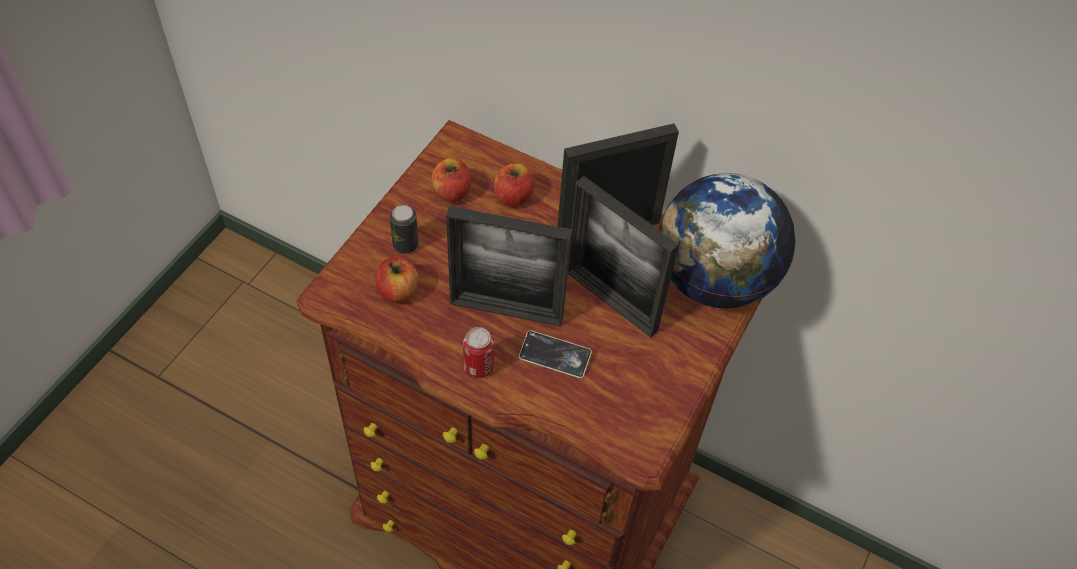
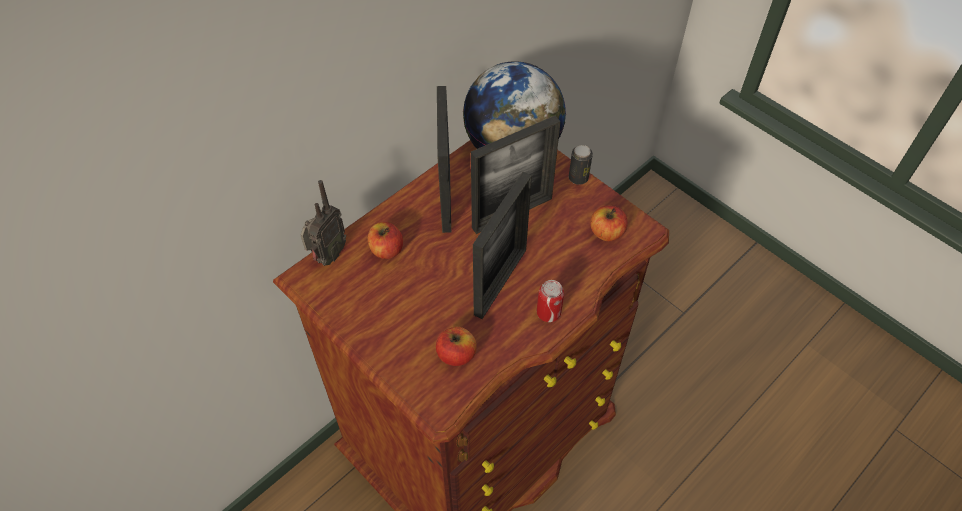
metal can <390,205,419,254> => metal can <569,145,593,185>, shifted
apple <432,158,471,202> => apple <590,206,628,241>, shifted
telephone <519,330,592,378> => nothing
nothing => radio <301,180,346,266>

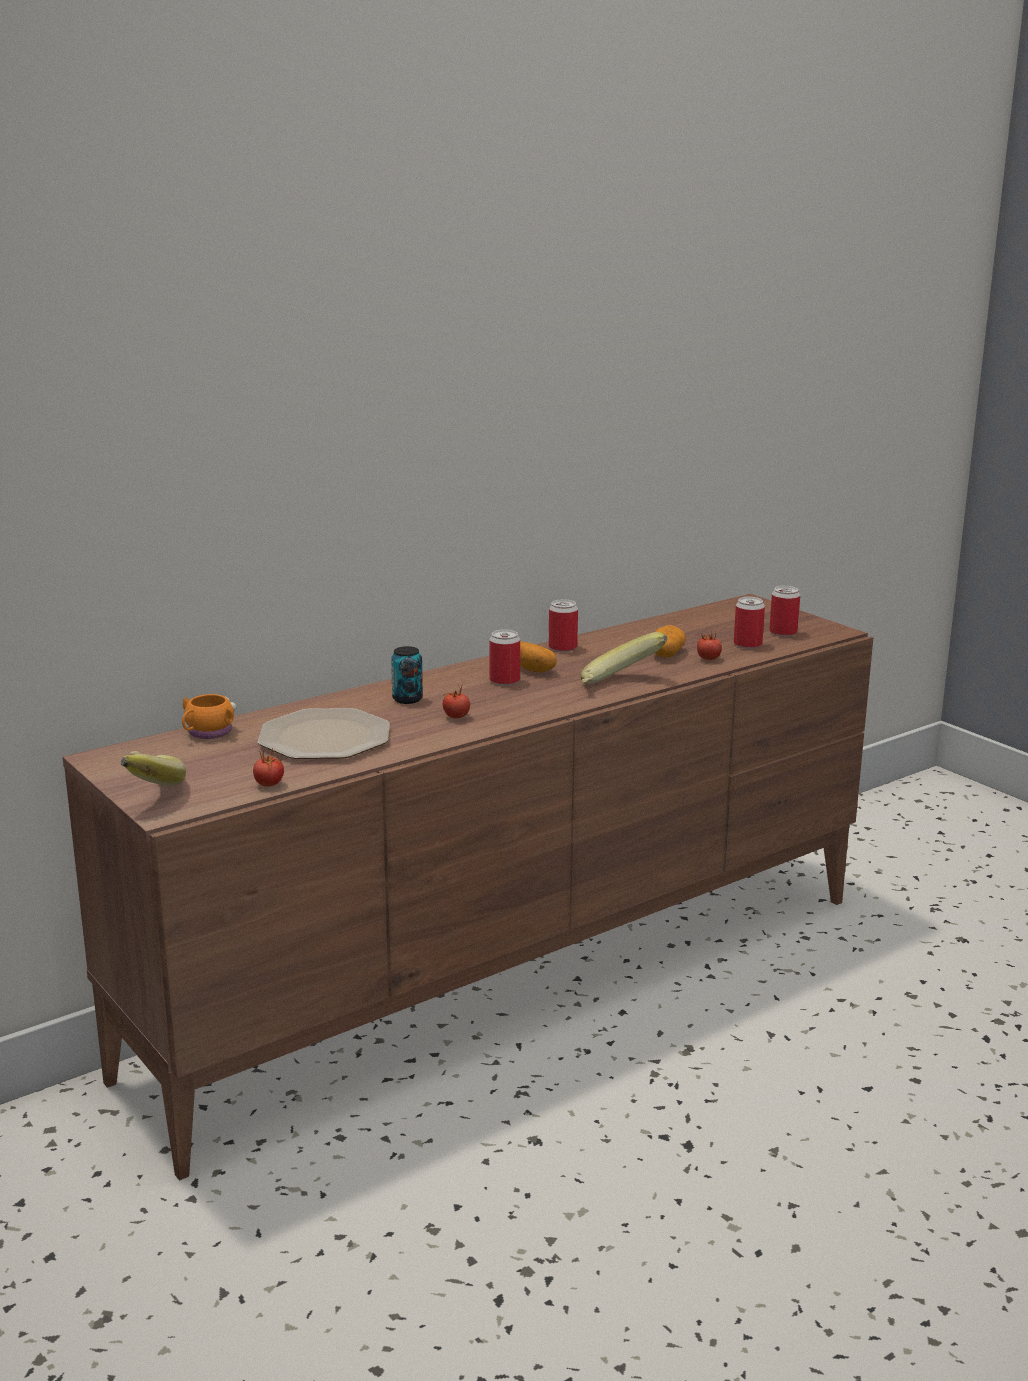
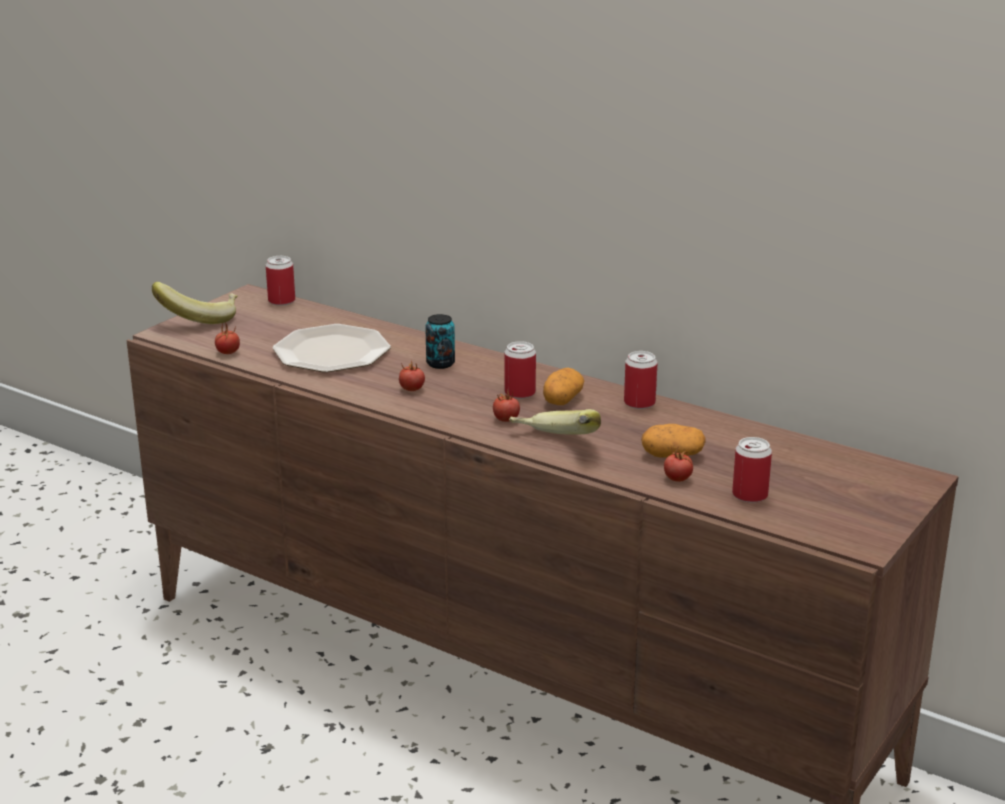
tea mug in orangey <182,694,237,739> => nothing
metal can <769,586,800,637> => metal can <266,256,295,306>, shifted
nothing => fresh tomato <493,389,520,422>

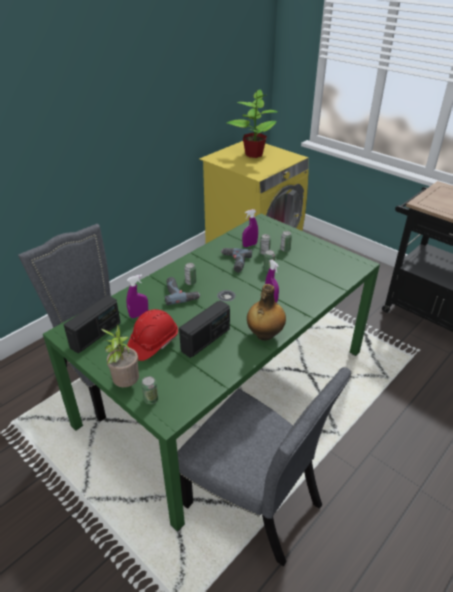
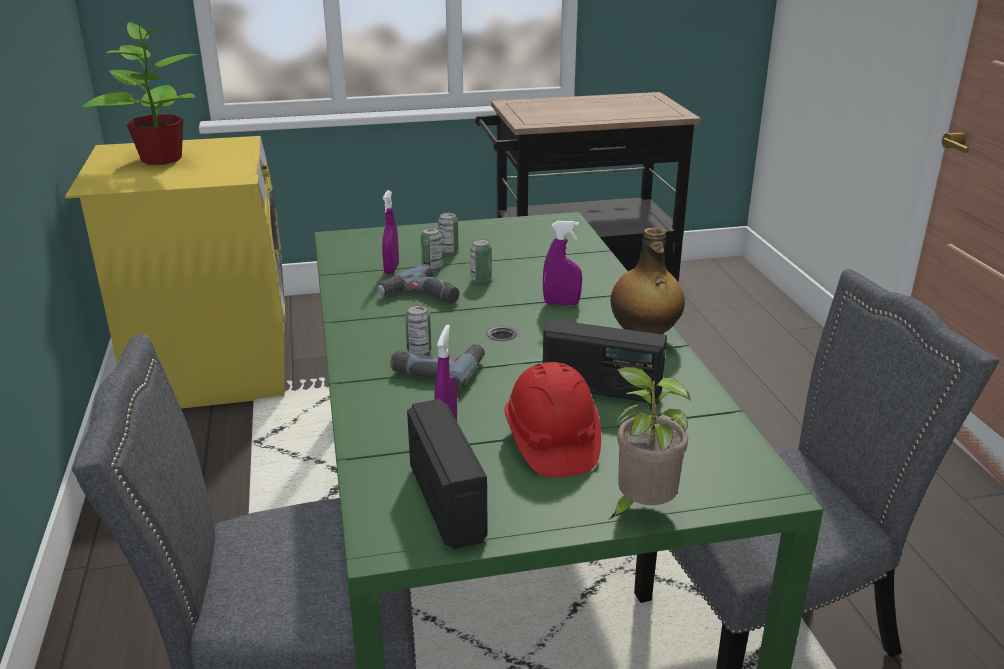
metal can <141,376,158,404> => nothing
radio <179,300,230,358> => radio <543,319,667,404>, 120 degrees clockwise

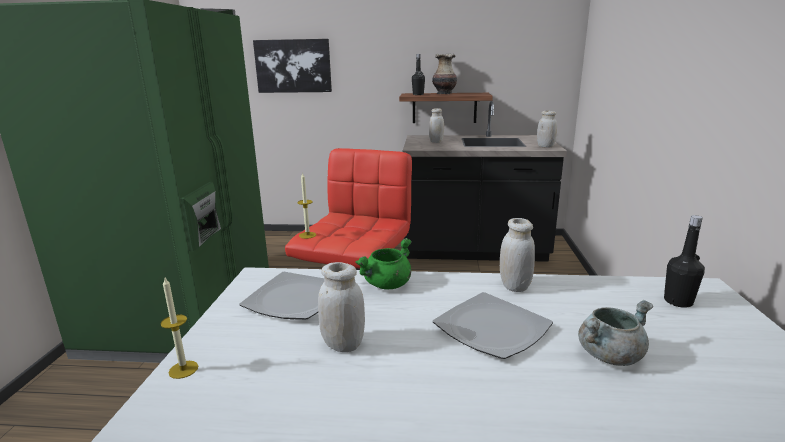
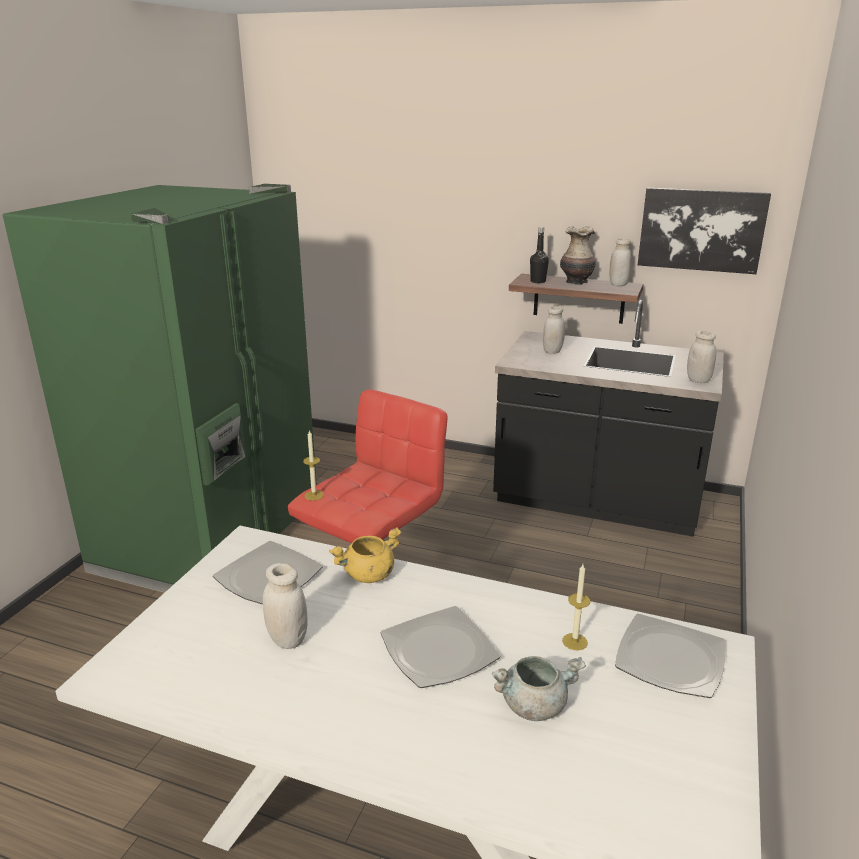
wax candle <160,278,198,379> => wax candle <562,564,590,650>, shifted
wall art <253,39,332,93> => wall art <638,188,771,274>, shifted
saucepot in green <355,238,412,289> => saucepot in yellowish <329,527,401,583>
jar in whitish <500,218,535,292> => jar in whitish <609,238,631,286>, shifted
drink bottle in black <664,215,705,308> => dinner plate <615,614,725,698>

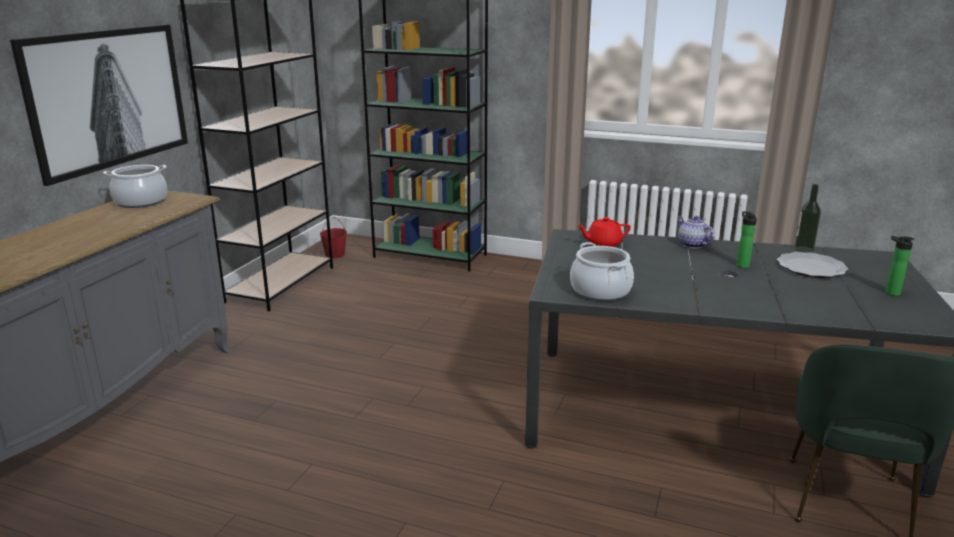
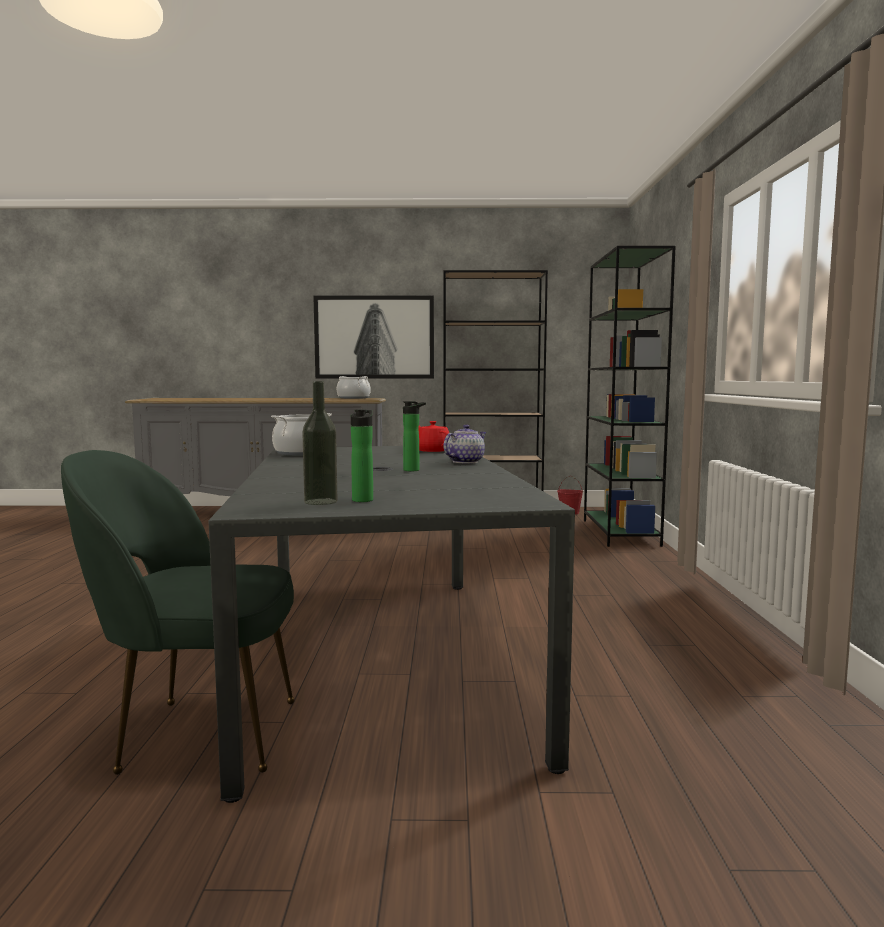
dinner plate <777,252,849,278> => nothing
drink bottle <794,184,821,253> => drink bottle <302,381,337,505>, shifted

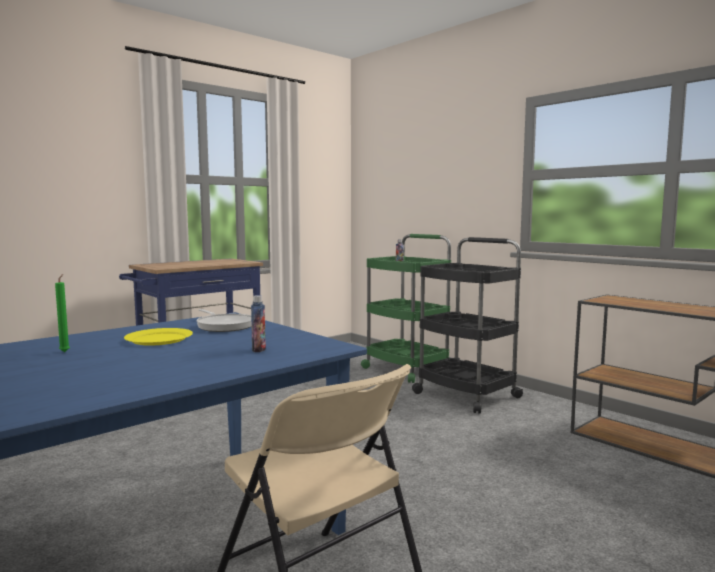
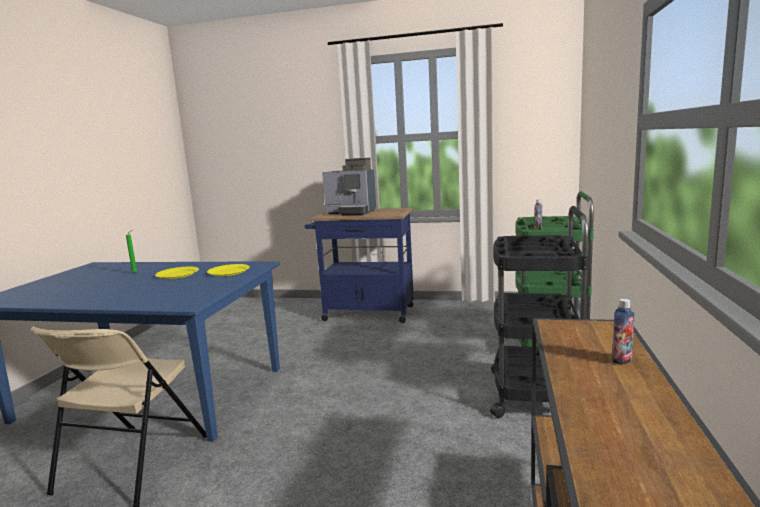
pan <196,309,251,332> => dinner plate in yellowish <207,264,250,276>
drink bottle <251,295,266,352> => drink bottle <612,299,634,364>, shifted
nothing => coffee machine <322,158,376,216>

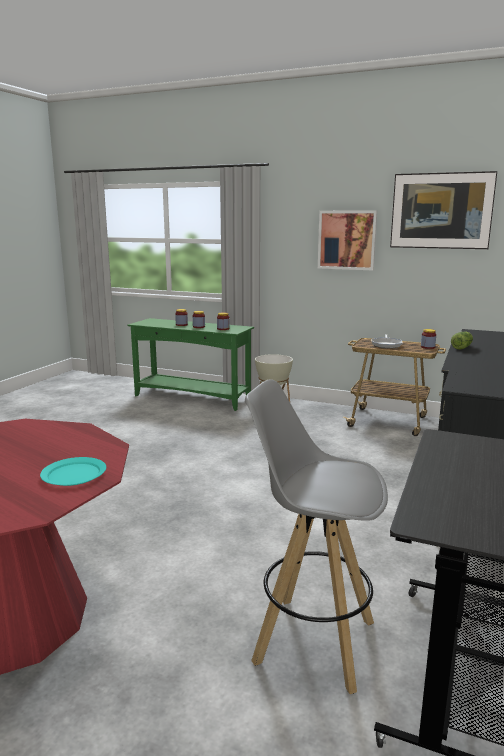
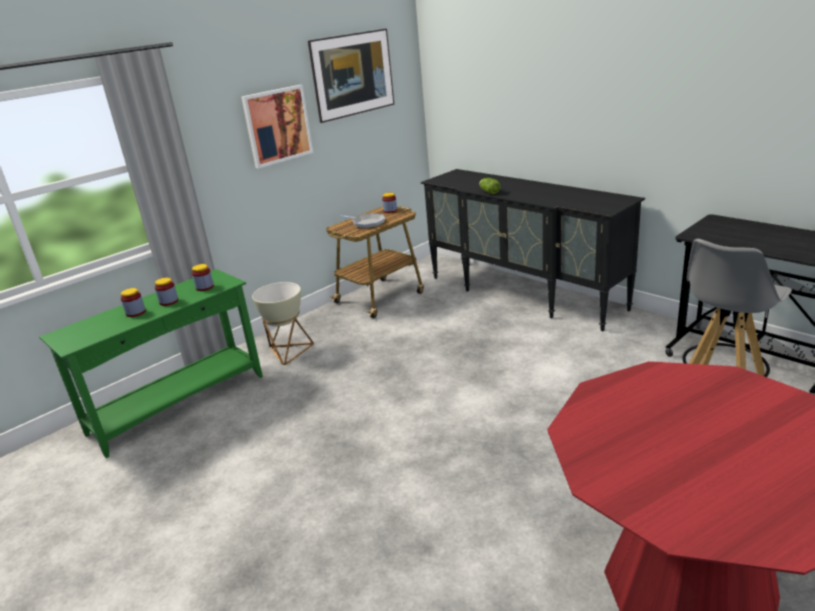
dinner plate in blue-green <40,457,106,486> => nothing

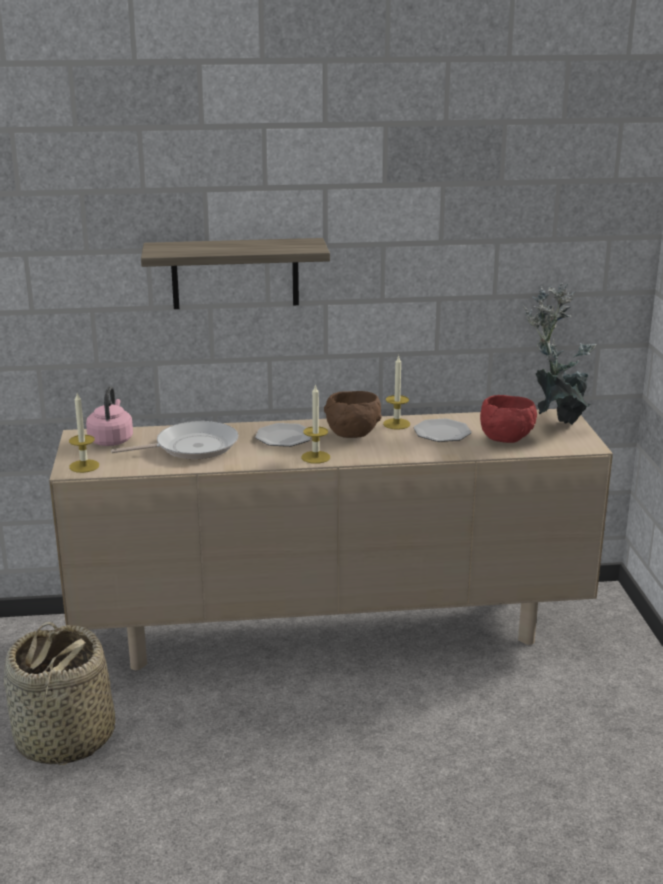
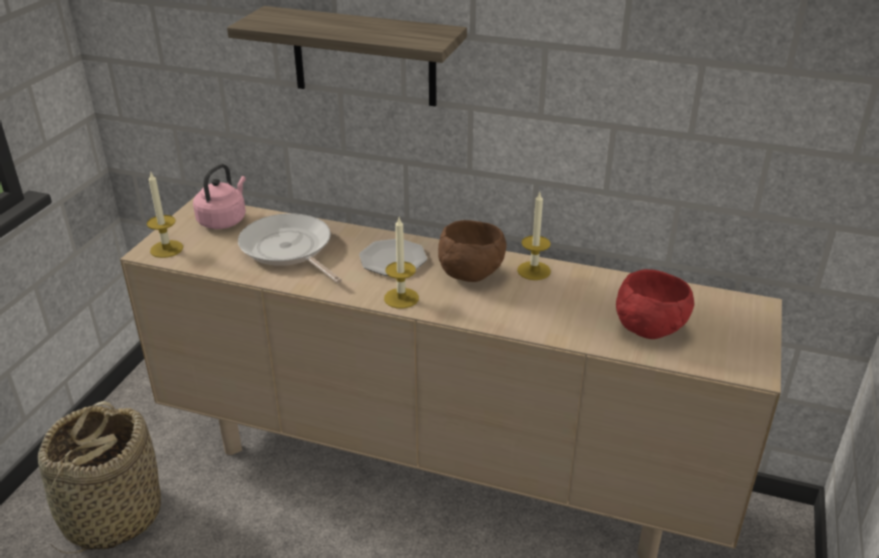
pan <111,421,238,459> => pan <238,213,342,283>, 135 degrees counterclockwise
dinner plate <413,418,471,442> => nothing
houseplant <523,282,597,425> => nothing

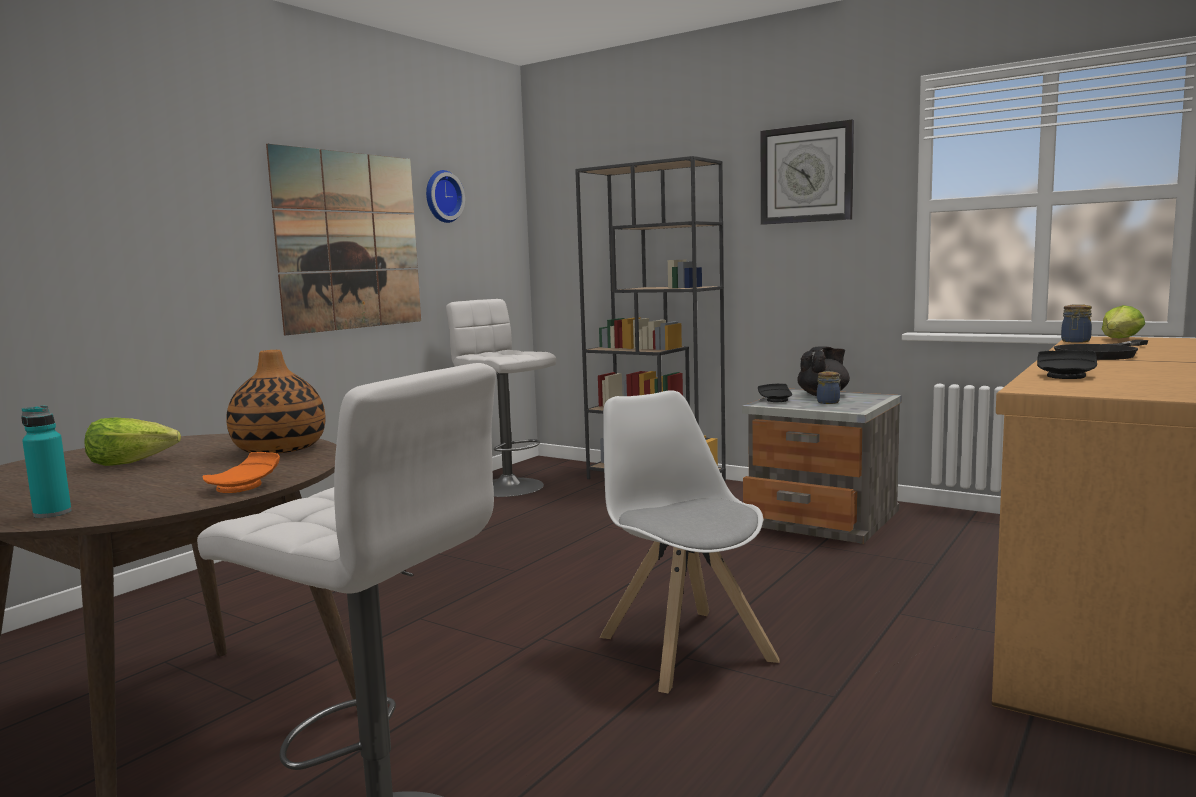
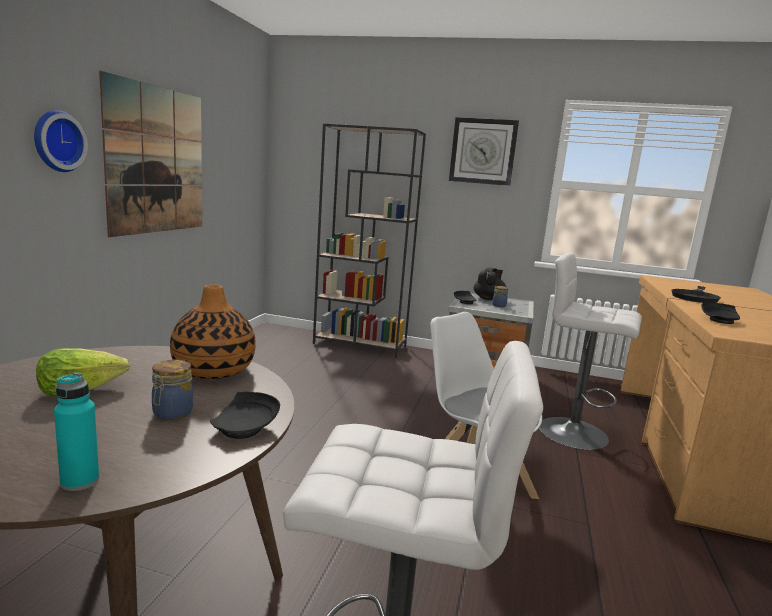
dinner plate in orangey <202,452,280,493> => dinner plate in black <210,391,280,439>
wall clock <426,170,465,223> => wall clock <34,110,88,172>, shifted
sitting stool in whitish <446,299,556,497> => sitting stool in whitish <539,253,642,450>, shifted
jar <1061,304,1092,343> => jar <152,360,193,420>, shifted
lettuce <1102,305,1145,339> => nothing

